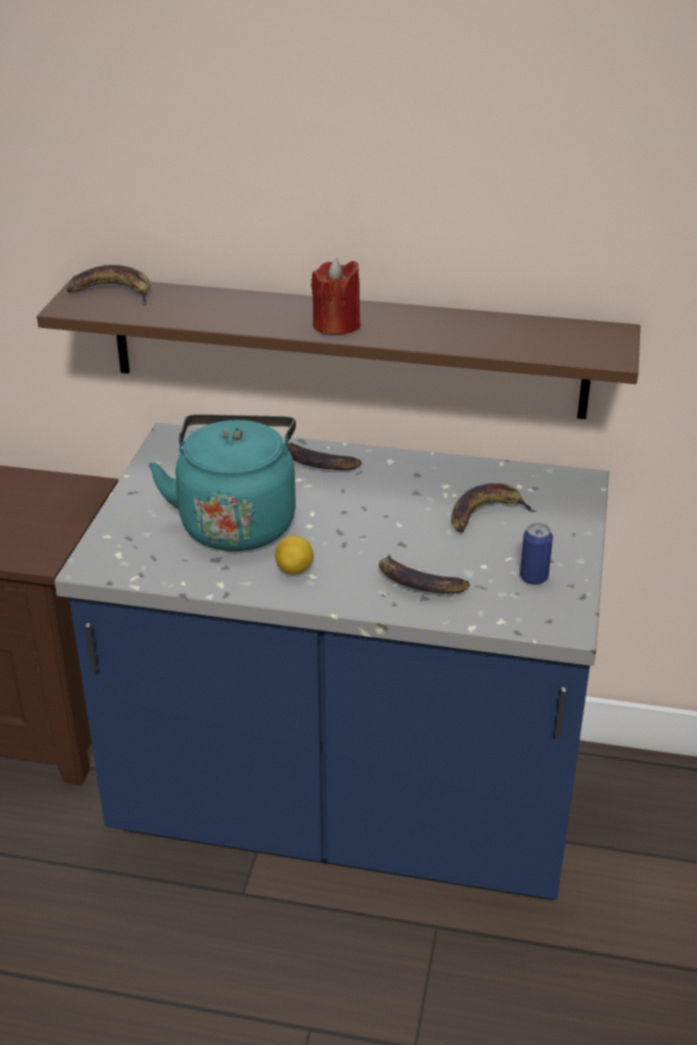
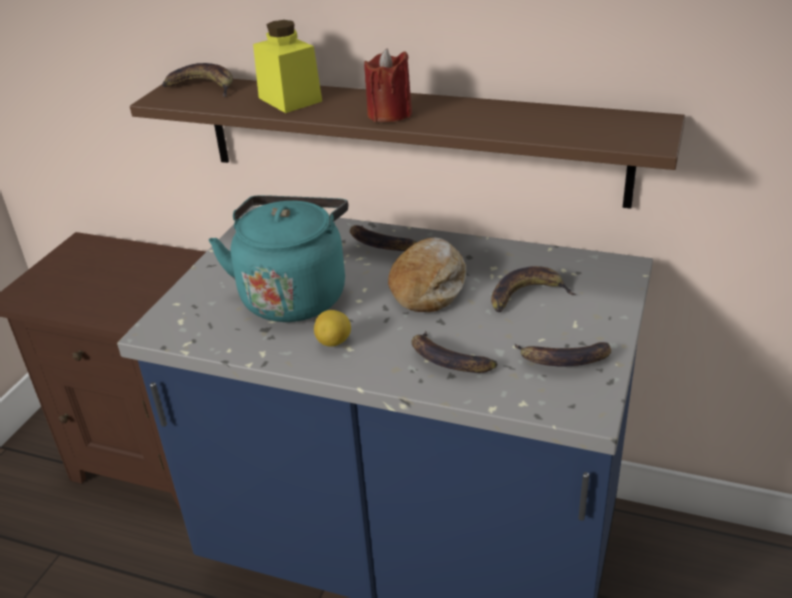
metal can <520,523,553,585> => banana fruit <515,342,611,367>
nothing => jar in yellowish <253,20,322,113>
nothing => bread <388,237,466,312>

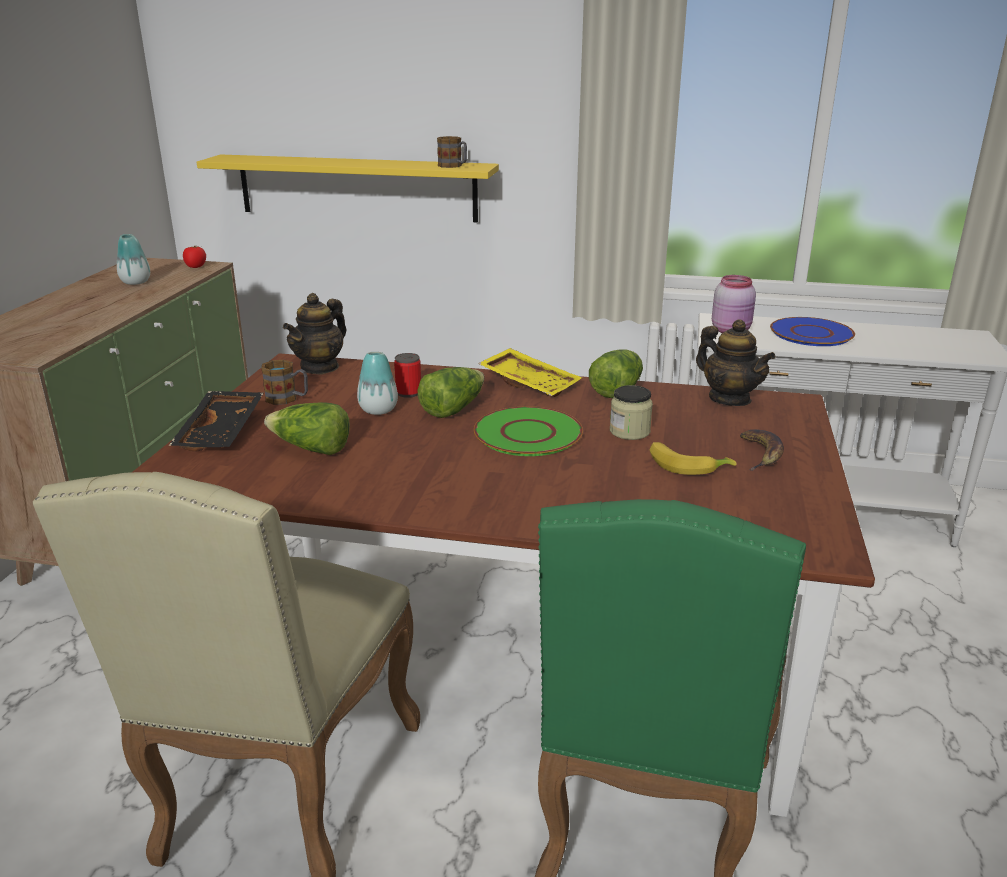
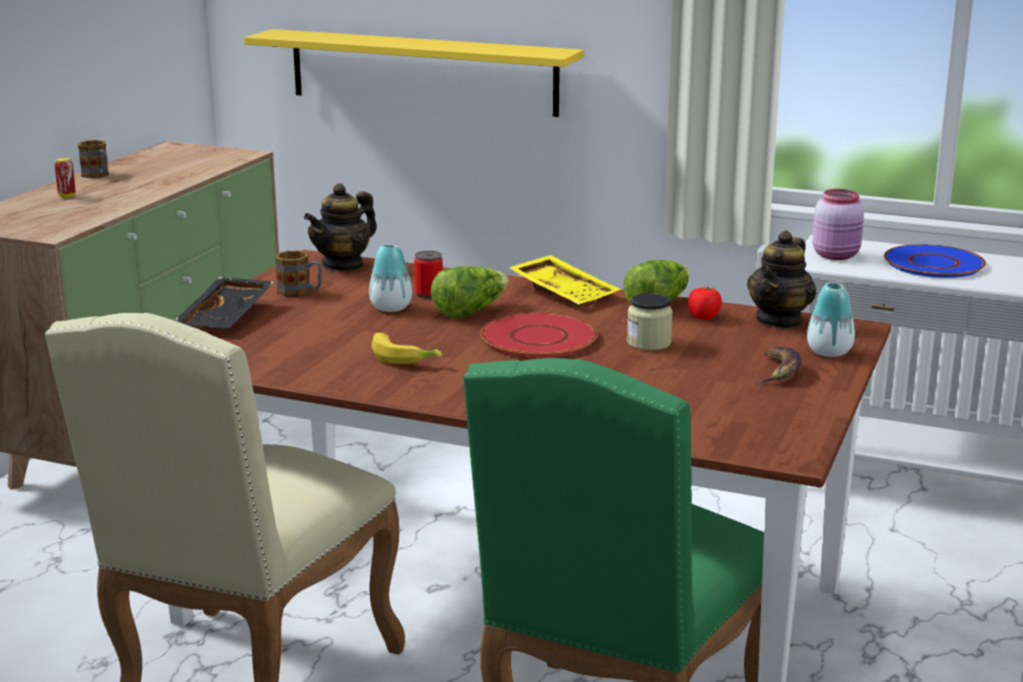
vase <117,234,150,285> => vase <807,282,855,357>, shifted
fresh tomato <183,245,206,268> => fresh tomato <688,286,722,320>, shifted
lettuce <264,402,350,455> => nothing
tea mug <437,136,467,168> => tea mug <78,140,109,178>, shifted
dinner plate in green <474,406,583,456> => dinner plate in red <481,313,598,358>
banana fruit <650,442,737,475> => banana fruit <372,333,442,364>, shifted
tea pot <696,319,776,406> => tea pot <747,230,816,329>, 60 degrees clockwise
nothing => metal can <54,158,76,198>

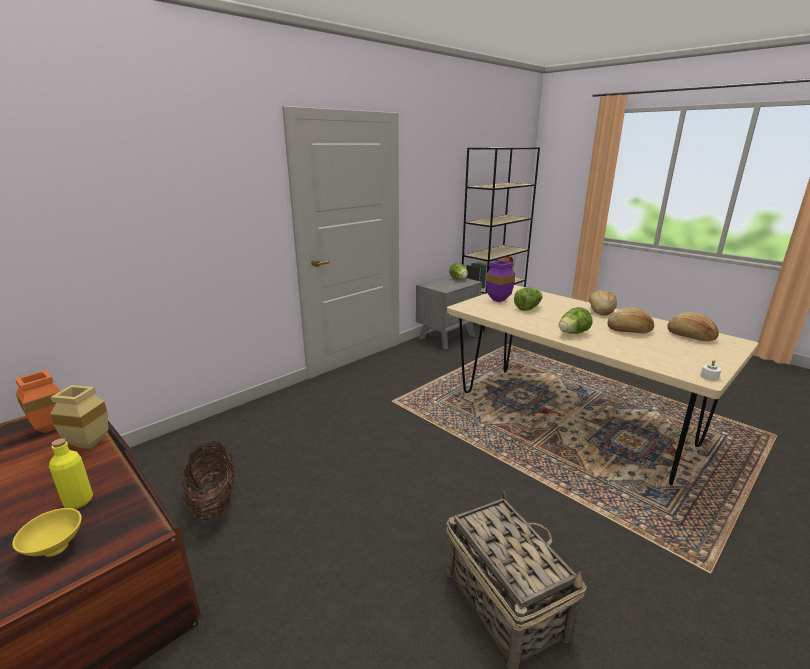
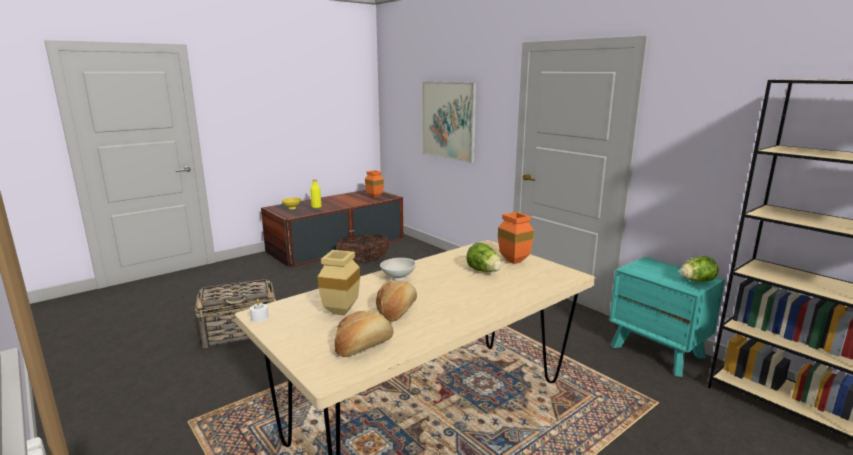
vase in sand-coloured <50,385,109,449> => vase in sand-coloured <318,250,360,316>, shifted
night table in grey <416,275,482,349> => night table in blue-green <609,257,725,377>
vase in purplish <486,260,516,302> => vase in orangey <498,212,534,264>
lettuce <559,307,593,334> => bowl in whitish <380,258,416,281>
bread <589,290,617,315> => nothing
nothing => wall art <422,81,476,163>

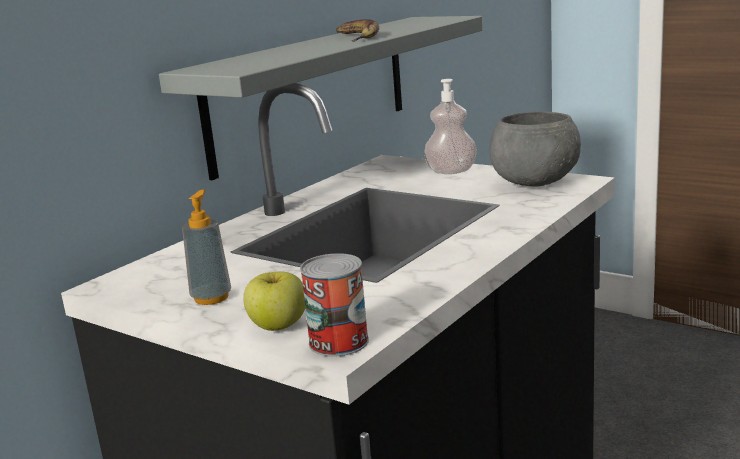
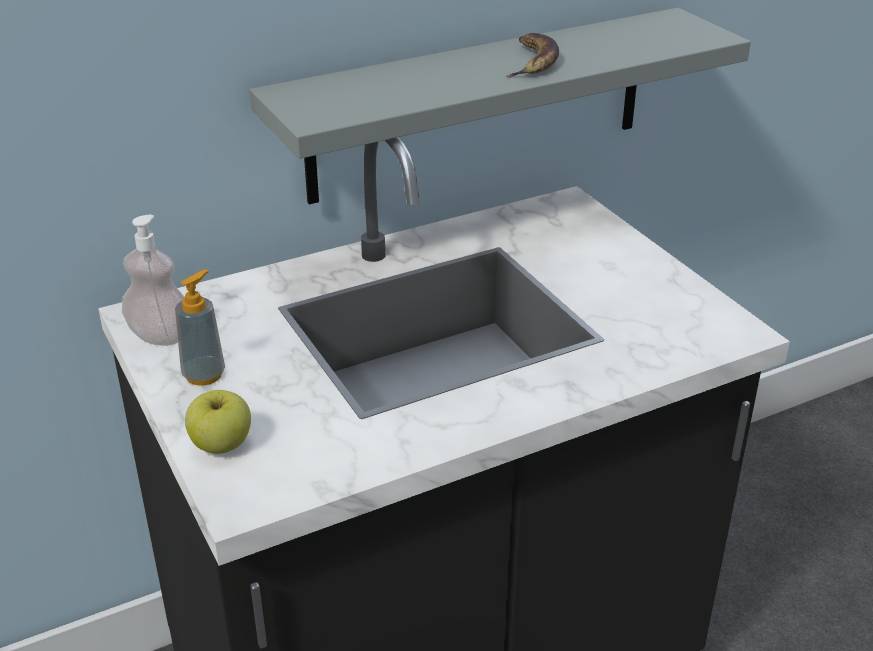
metal can <300,253,369,357> => nothing
soap dispenser <424,79,477,174> => soap dispenser <122,215,185,346>, shifted
bowl in grey <490,111,581,187> => nothing

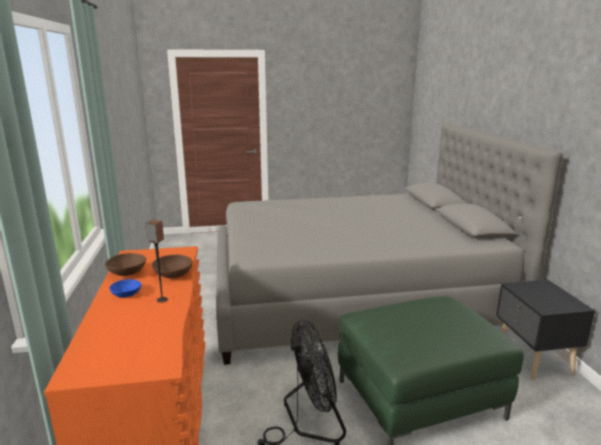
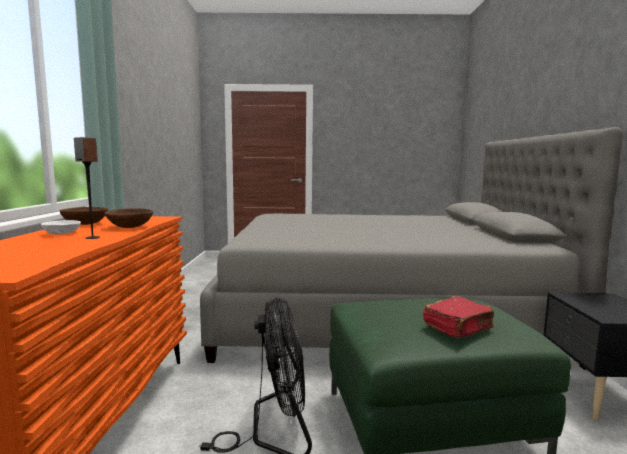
bowl in blue-coloured <110,279,141,298> => bowl in whitish <41,220,81,235>
nothing => bound book in red <423,296,494,338>

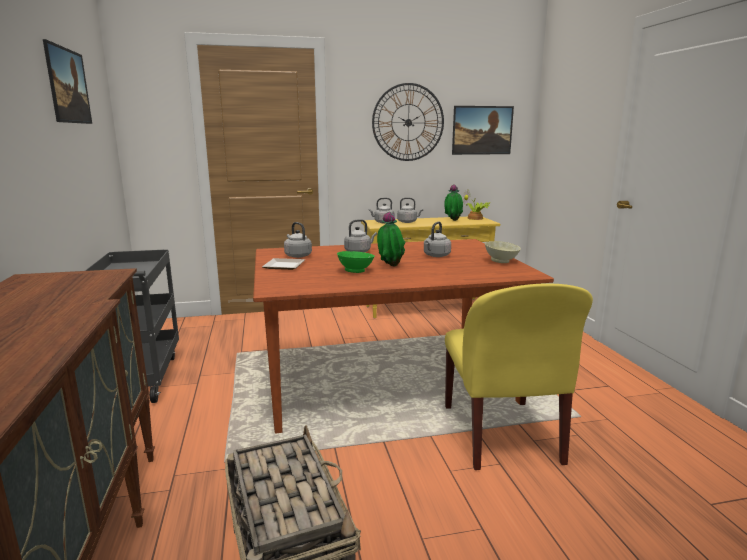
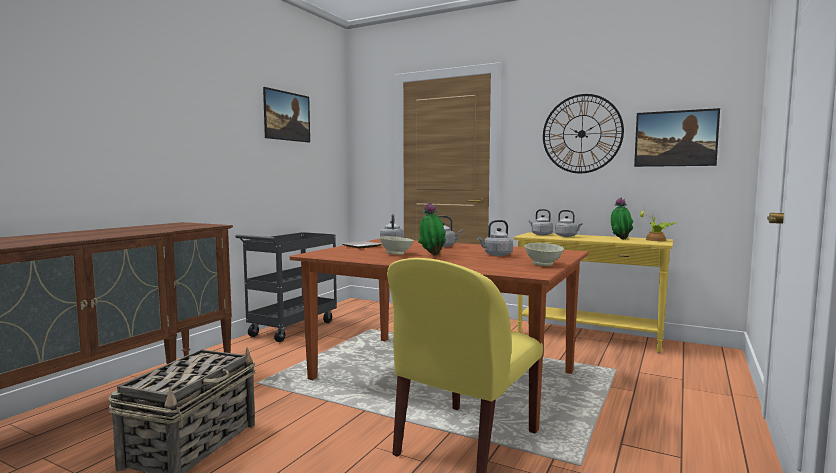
bowl in green <337,251,375,273> => bowl in sand-coloured <379,236,414,255>

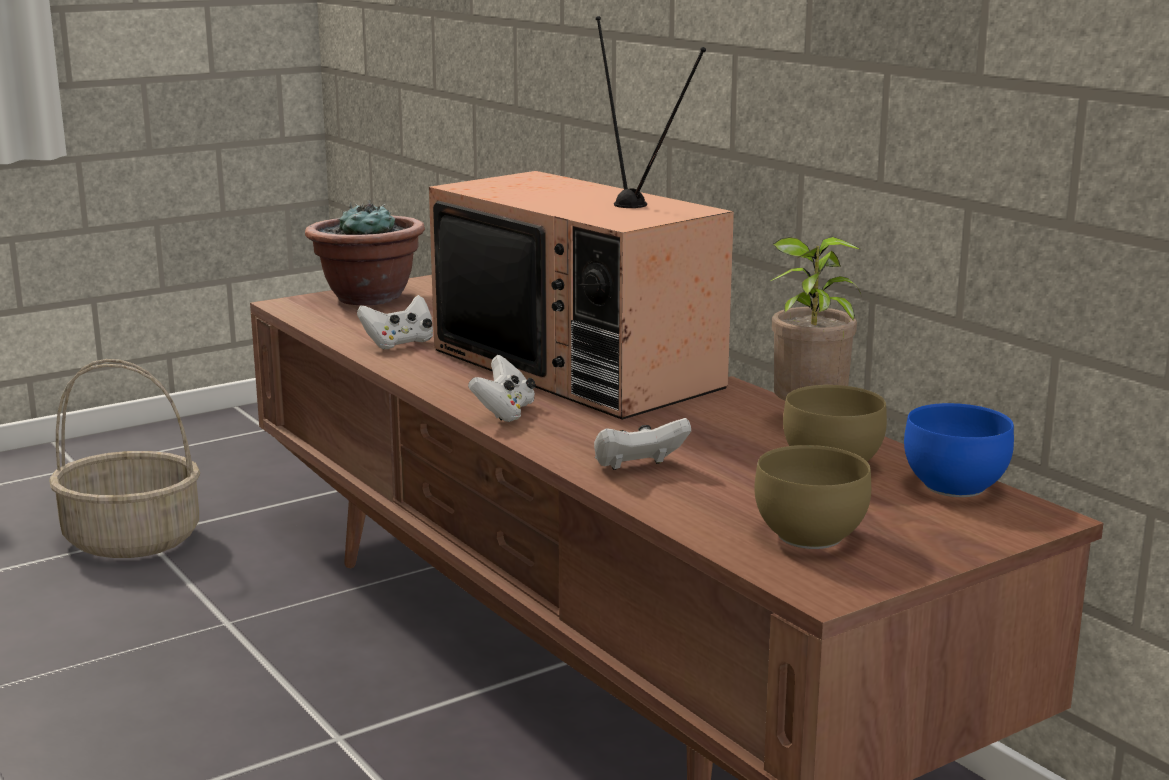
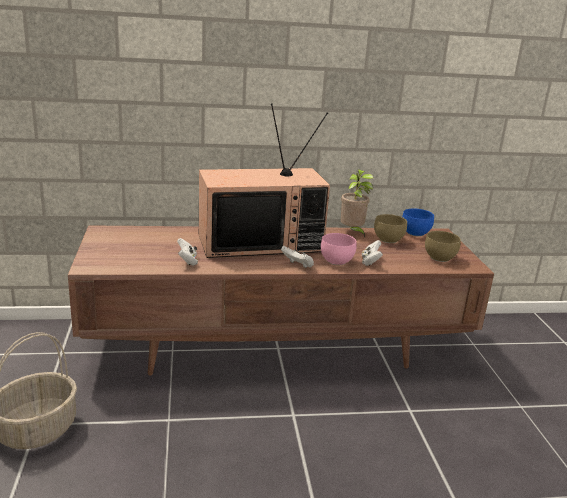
houseplant <305,200,425,305> => nothing
nothing => bowl in pink-coloured <321,233,357,265>

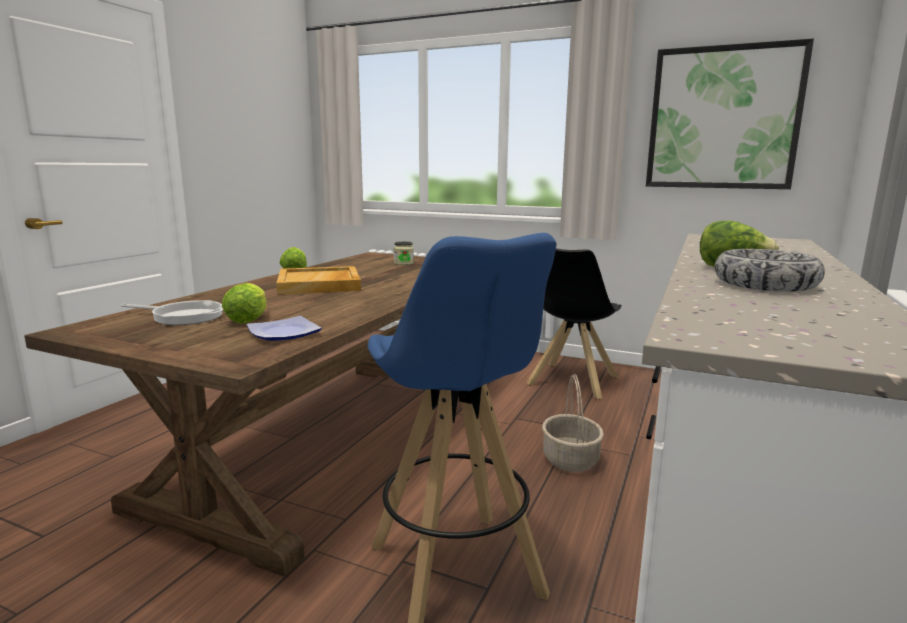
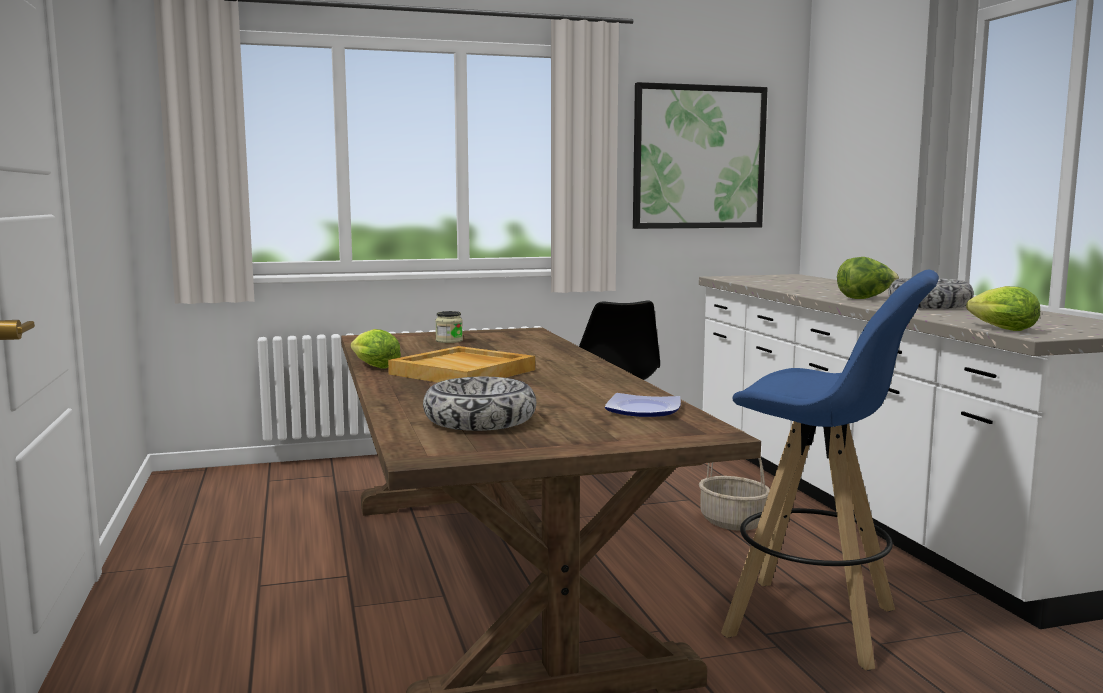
pan <121,300,223,325> => bowl <423,377,536,431>
lettuce <222,283,266,324> => lettuce <966,286,1040,331>, shifted

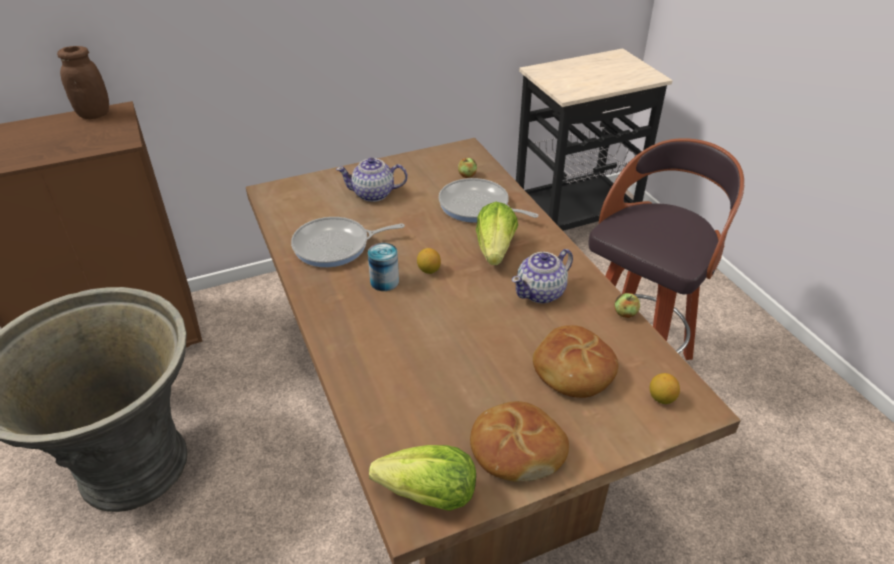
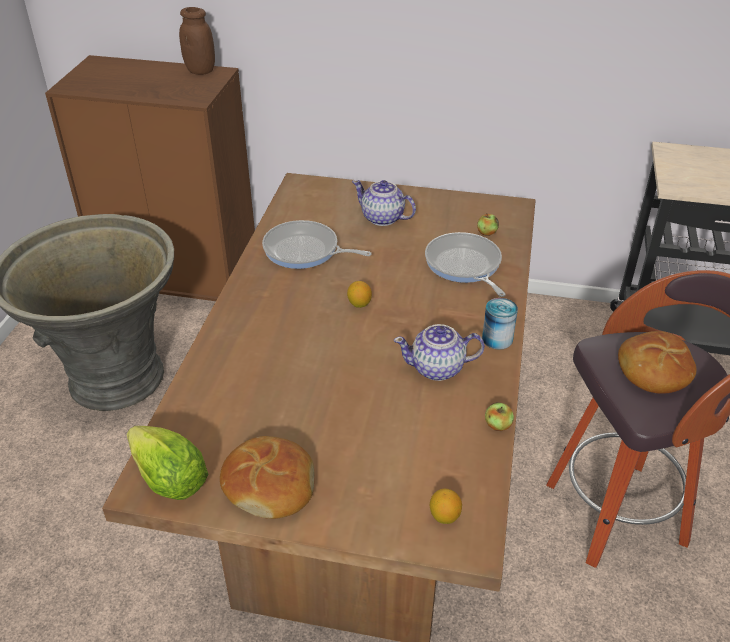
metal can <368,243,399,291> => metal can <482,298,518,350>, shifted
lettuce <476,202,518,265> => nothing
bread <533,325,618,398> => bread <618,331,697,394>, shifted

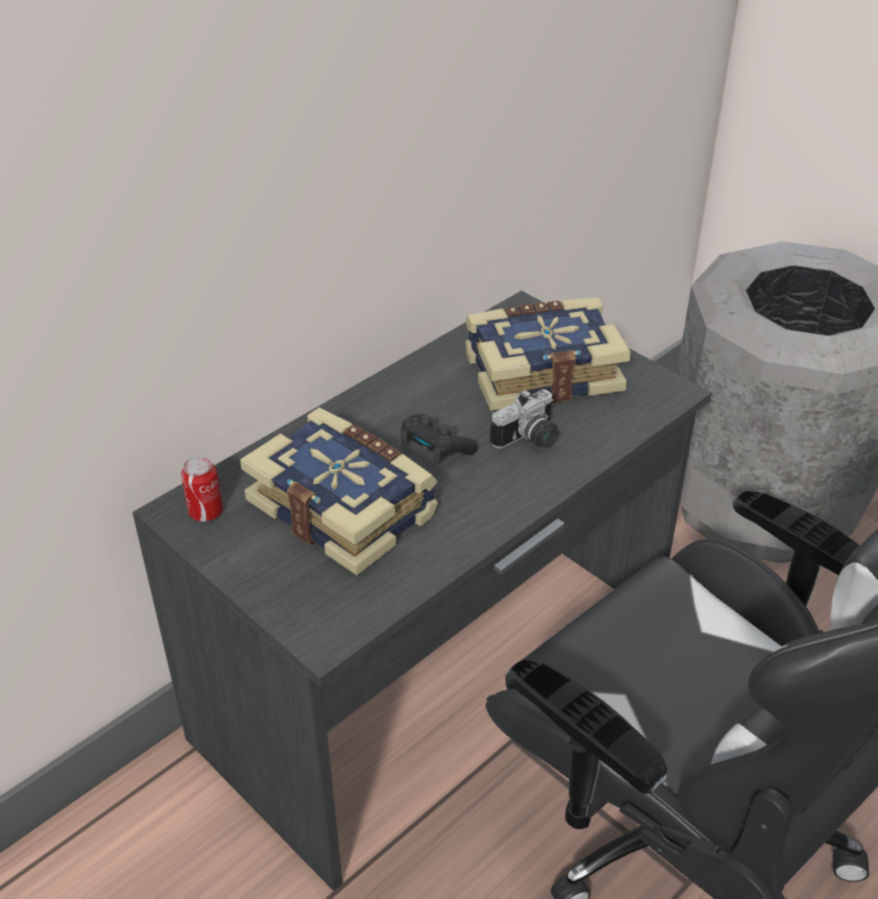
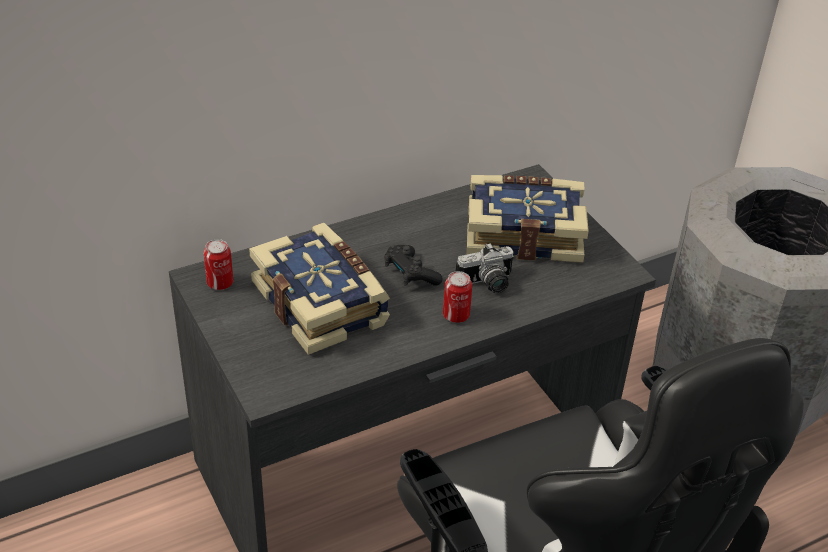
nothing => metal can <443,271,472,323>

